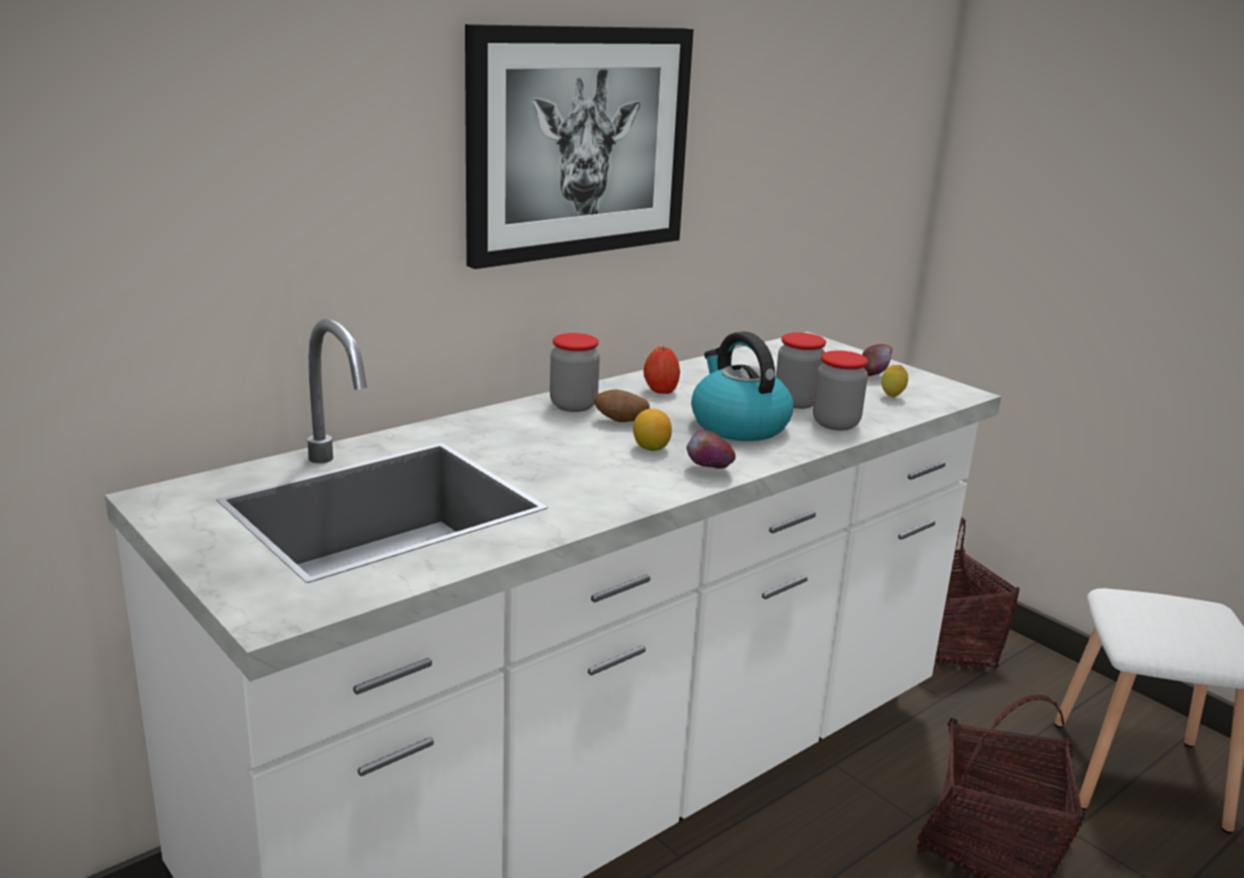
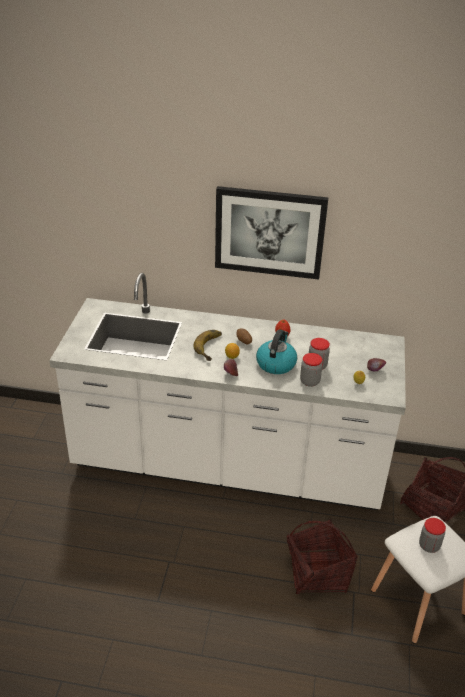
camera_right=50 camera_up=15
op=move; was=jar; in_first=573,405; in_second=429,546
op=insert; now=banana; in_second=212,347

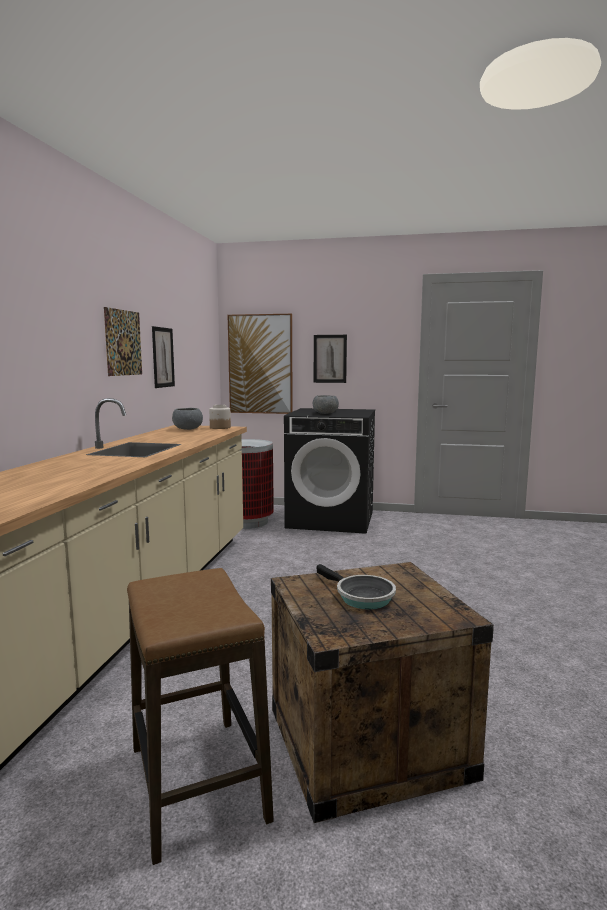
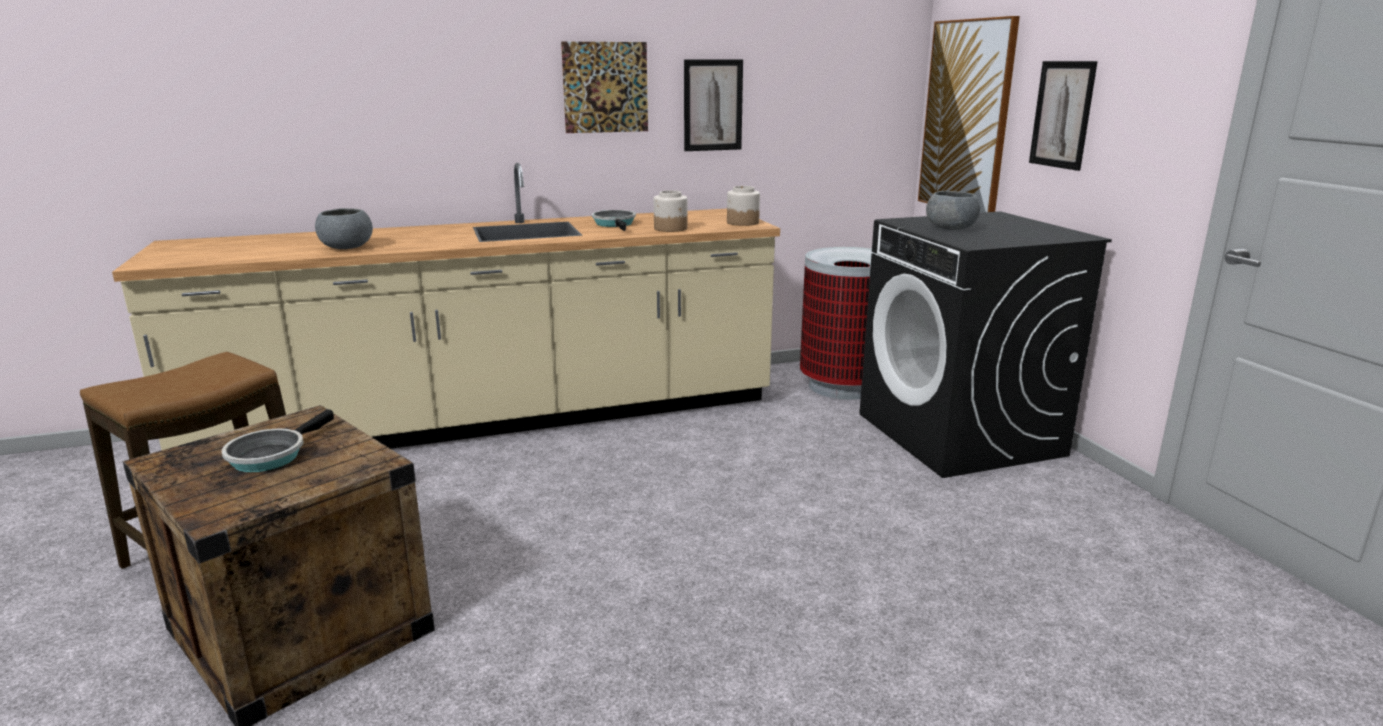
camera_right=60 camera_up=10
op=move; was=grey bowl; in_first=187,429; in_second=346,247
op=insert; now=jar; in_second=671,228
op=insert; now=frying pan; in_second=615,224

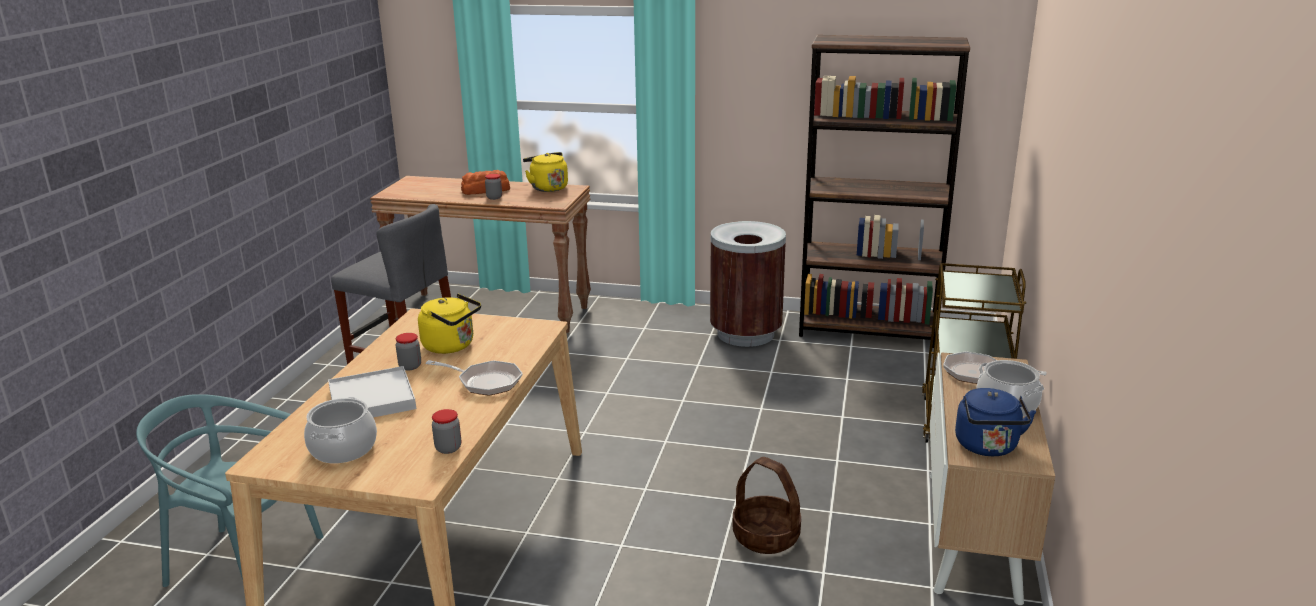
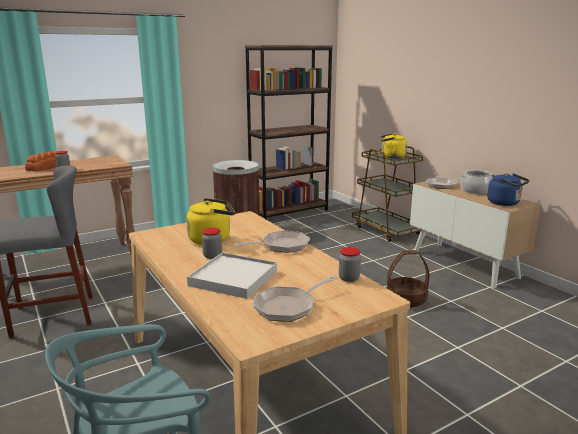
camera_right=-45 camera_up=-5
op=move; was=yellow kettle; in_first=547,188; in_second=391,157
op=replace; was=cooking pot; now=frying pan; in_first=343,449; in_second=289,306

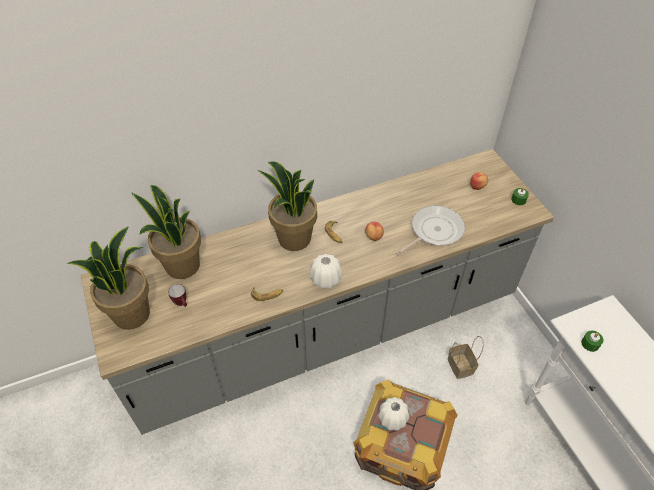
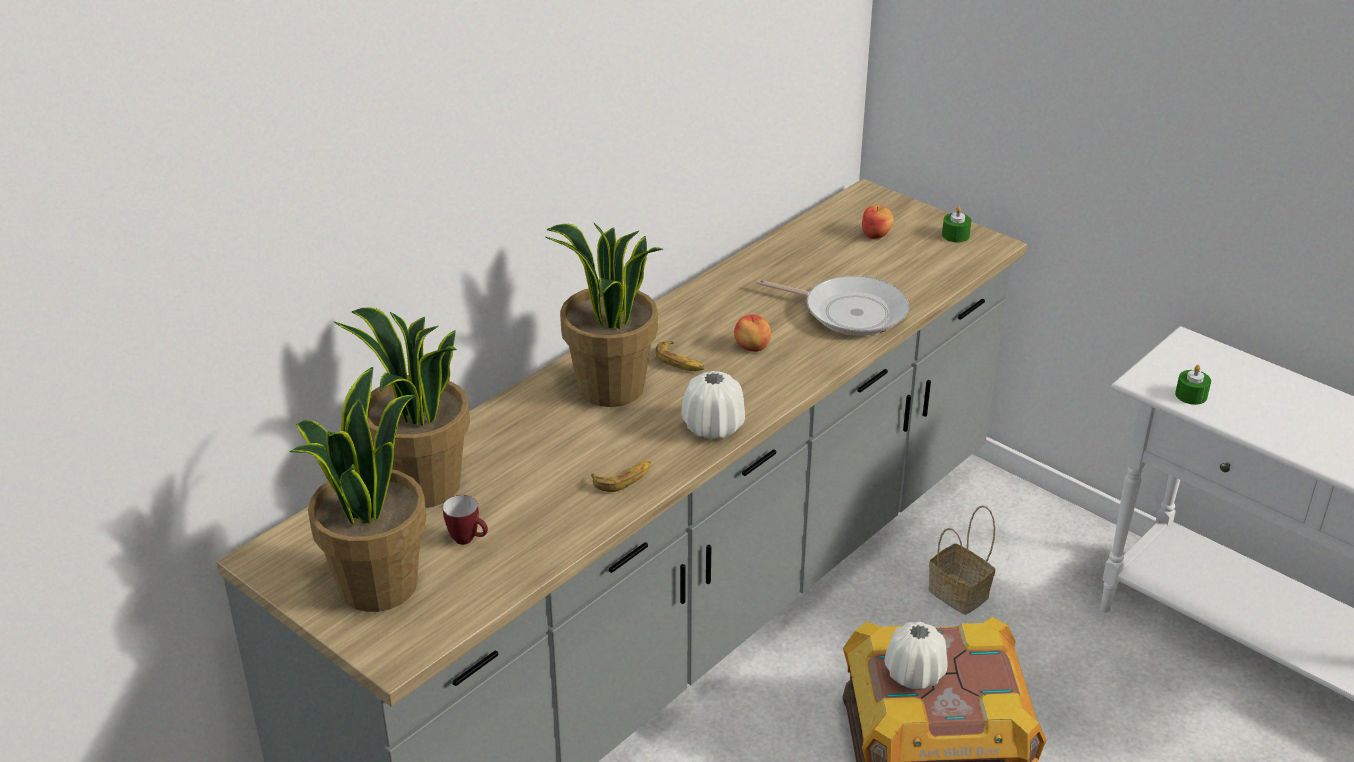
camera_right=-25 camera_up=-15
op=rotate; was=frying pan; in_first=434,231; in_second=849,311; clockwise=90

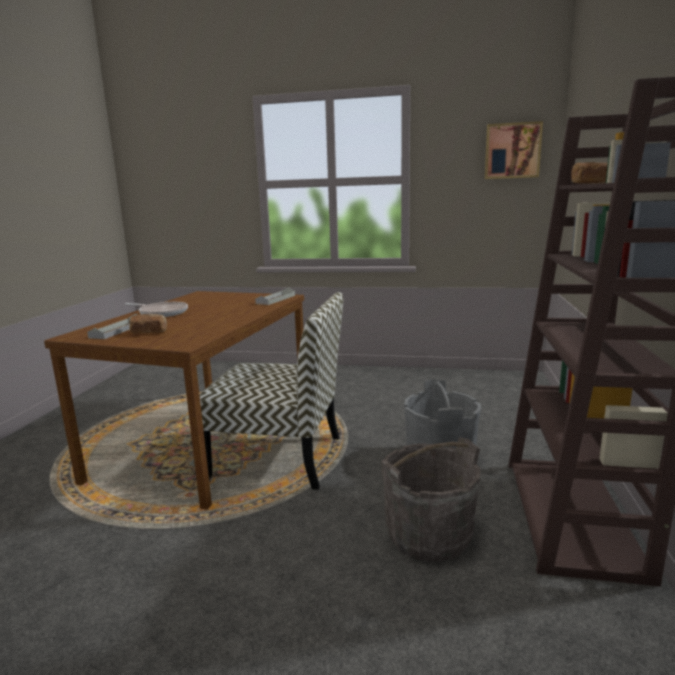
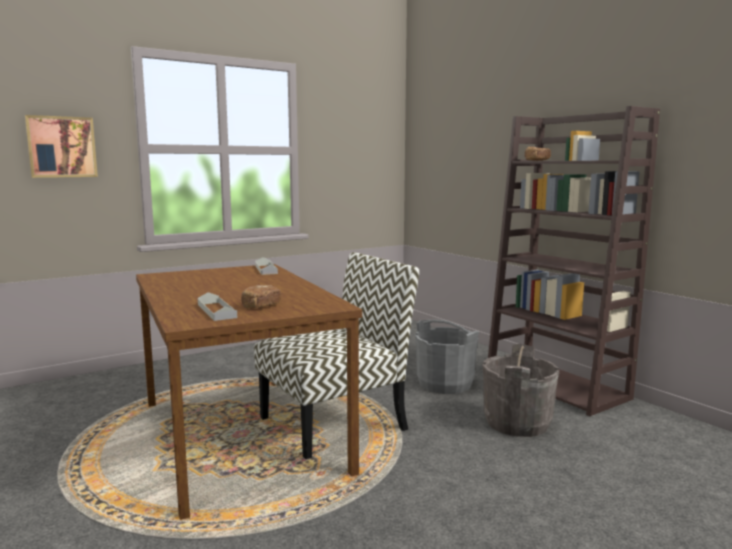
camera_right=-45 camera_up=-5
op=move; was=picture; in_first=512,151; in_second=61,147
op=delete; was=frying pan; in_first=161,313

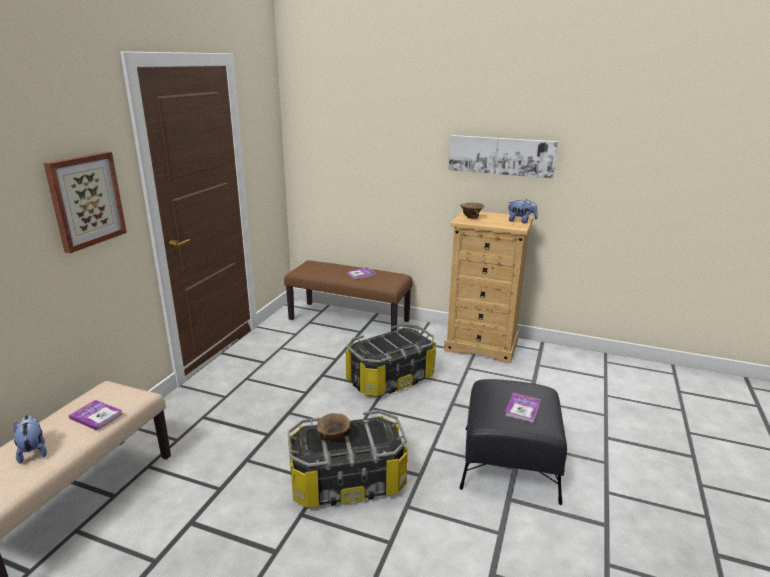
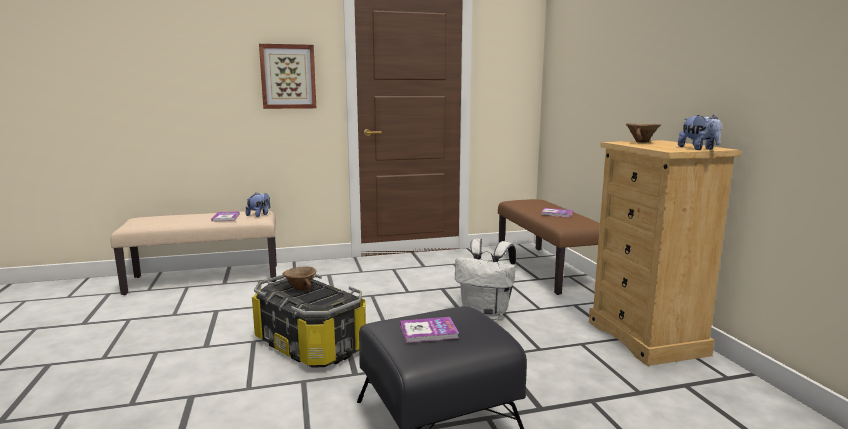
camera_right=55 camera_up=-10
op=delete; was=picture; in_first=501,156
op=replace; was=storage box; now=white backpack; in_first=390,378; in_second=486,314
op=move; was=plush toy; in_first=33,451; in_second=259,215

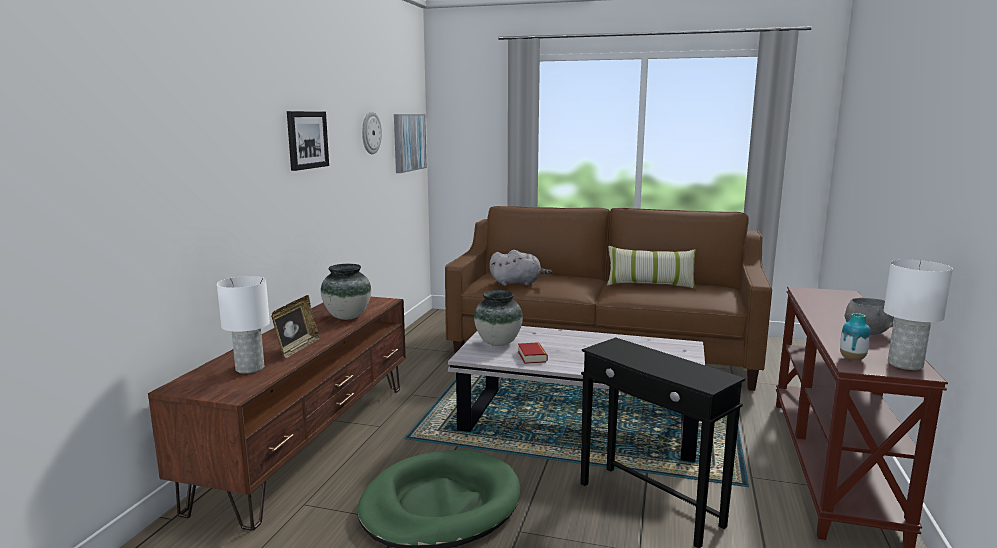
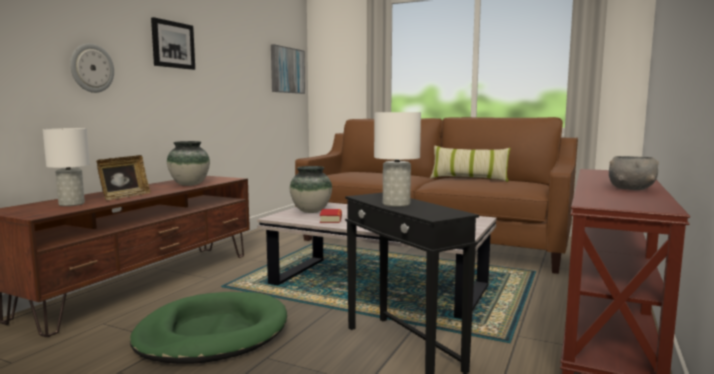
camera_right=10 camera_up=-5
op=move; was=wall clock; in_first=370,133; in_second=91,68
op=delete; was=grey plush toy; in_first=518,283
op=move; was=white table lamp; in_first=904,364; in_second=396,204
op=delete; was=vase; in_first=852,358

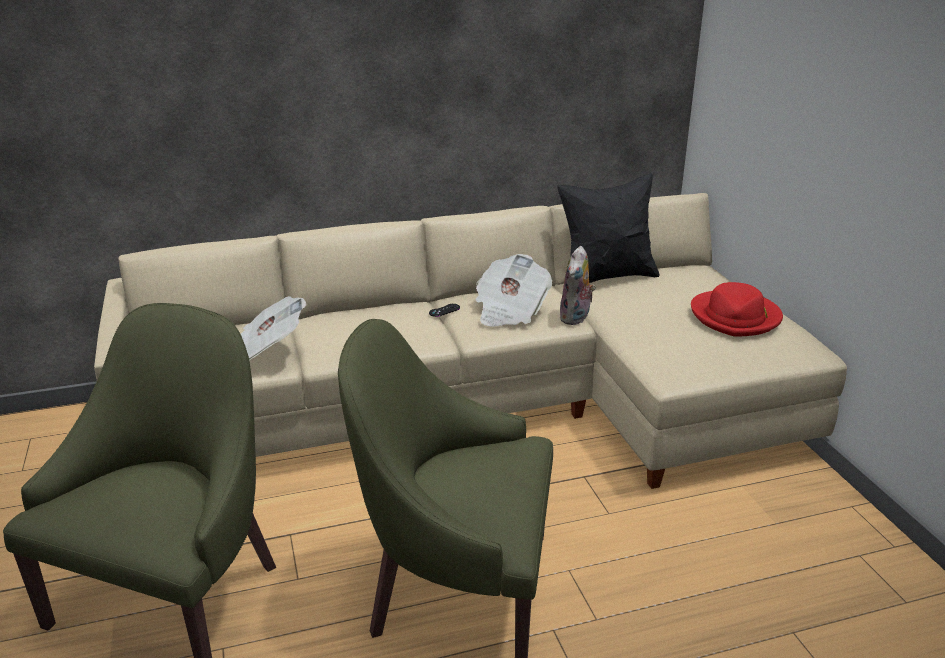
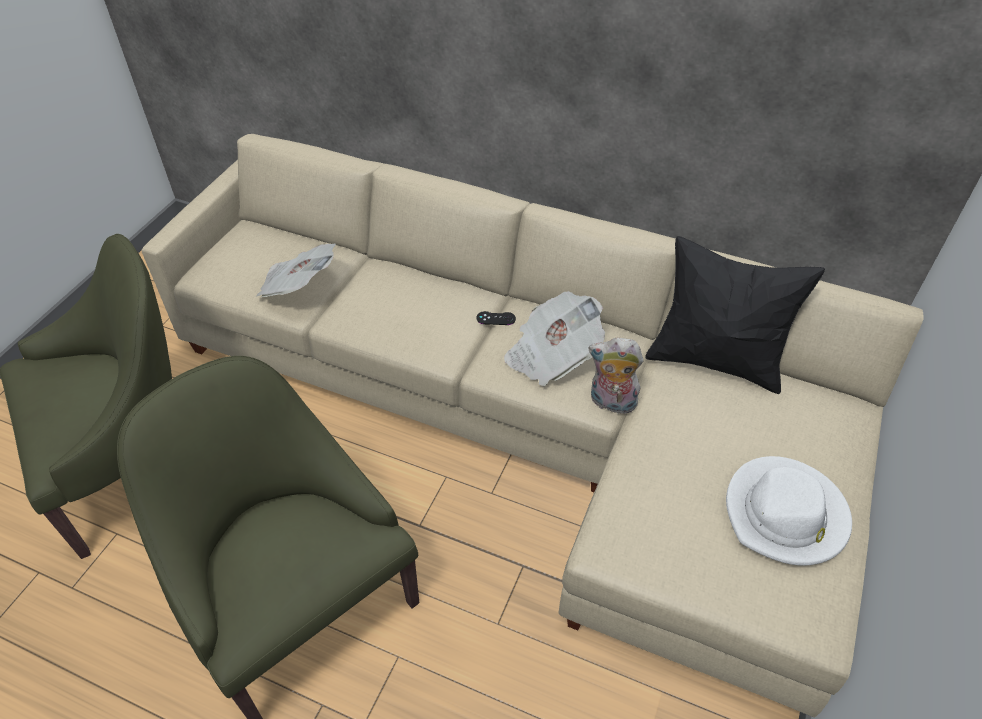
camera_right=40 camera_up=20
op=rotate; was=plush toy; in_first=576,318; in_second=611,403; clockwise=45
op=recolor; was=red hat; now=white hat; in_first=735,317; in_second=785,515

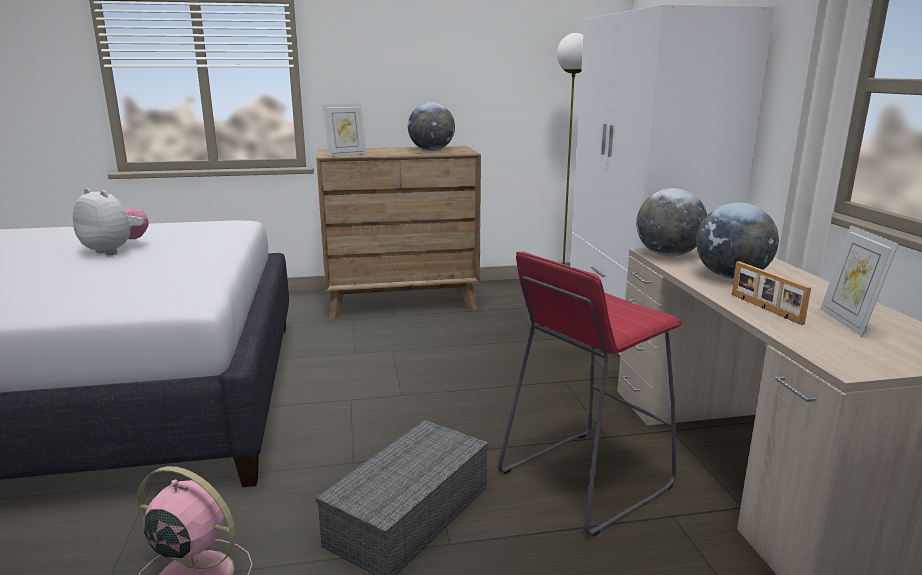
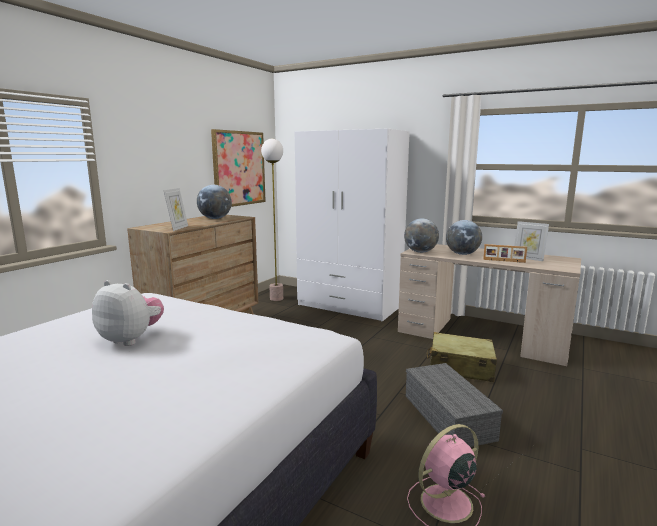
camera_right=-50 camera_up=-5
op=rotate; was=plush toy; in_first=115,251; in_second=131,339; clockwise=45
op=replace; was=red stool; now=beige suitcase; in_first=584,479; in_second=460,367
op=insert; now=picture; in_second=239,168

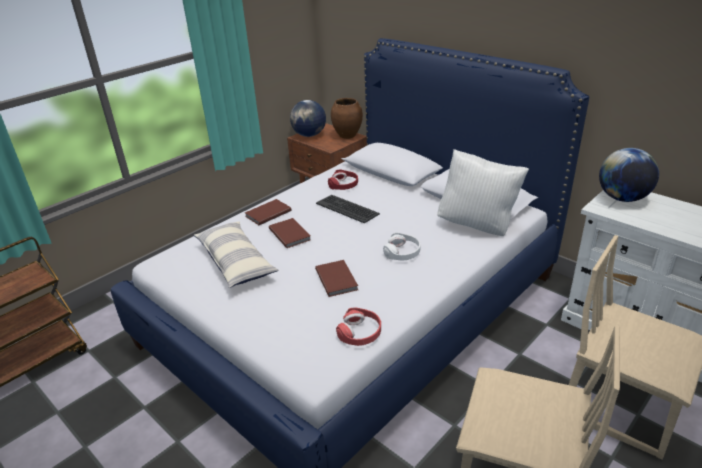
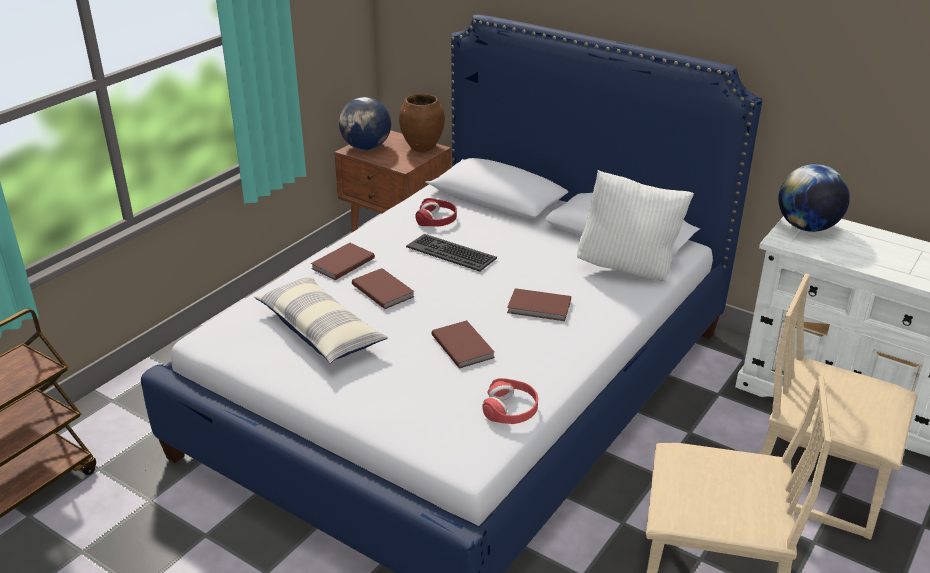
camera_right=-10 camera_up=0
op=replace; was=white headphones; now=brown book; in_first=402,252; in_second=539,307

